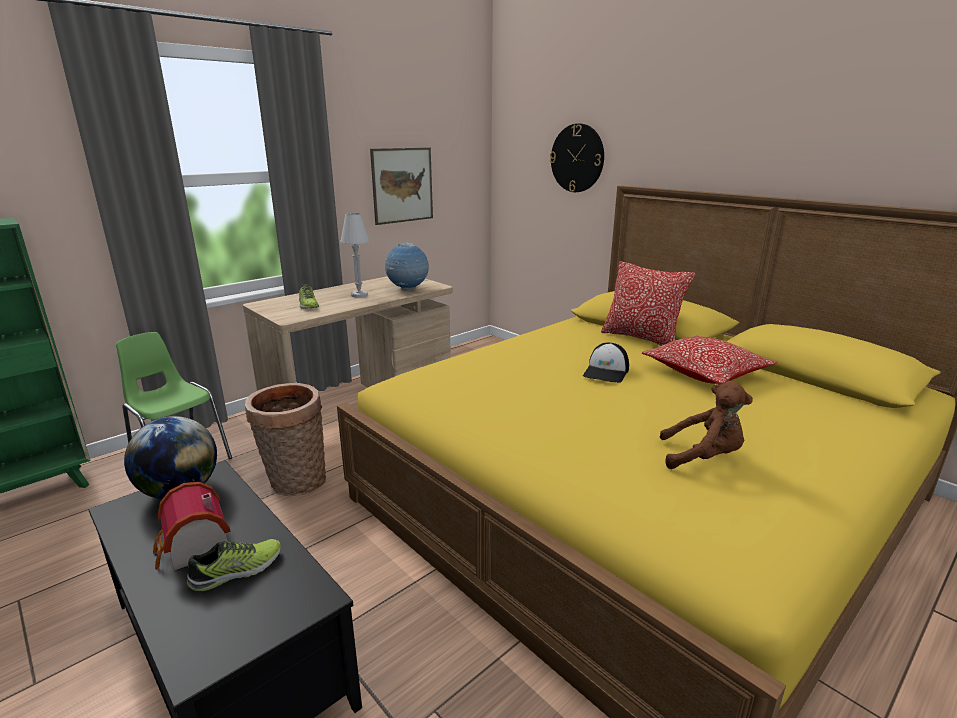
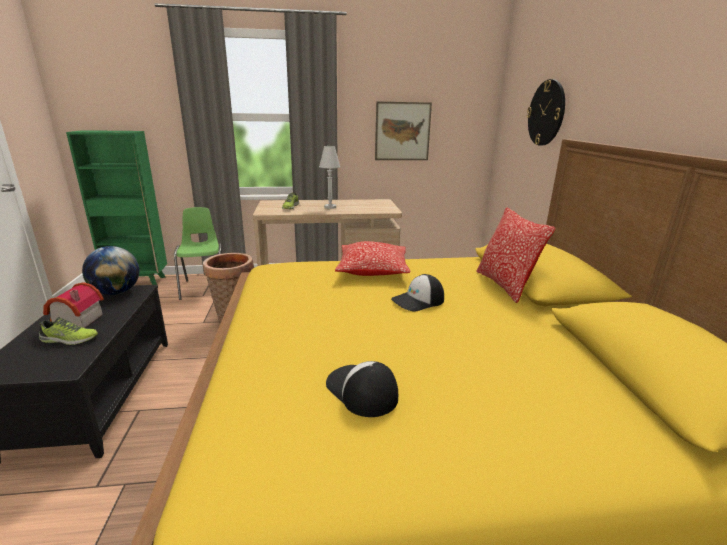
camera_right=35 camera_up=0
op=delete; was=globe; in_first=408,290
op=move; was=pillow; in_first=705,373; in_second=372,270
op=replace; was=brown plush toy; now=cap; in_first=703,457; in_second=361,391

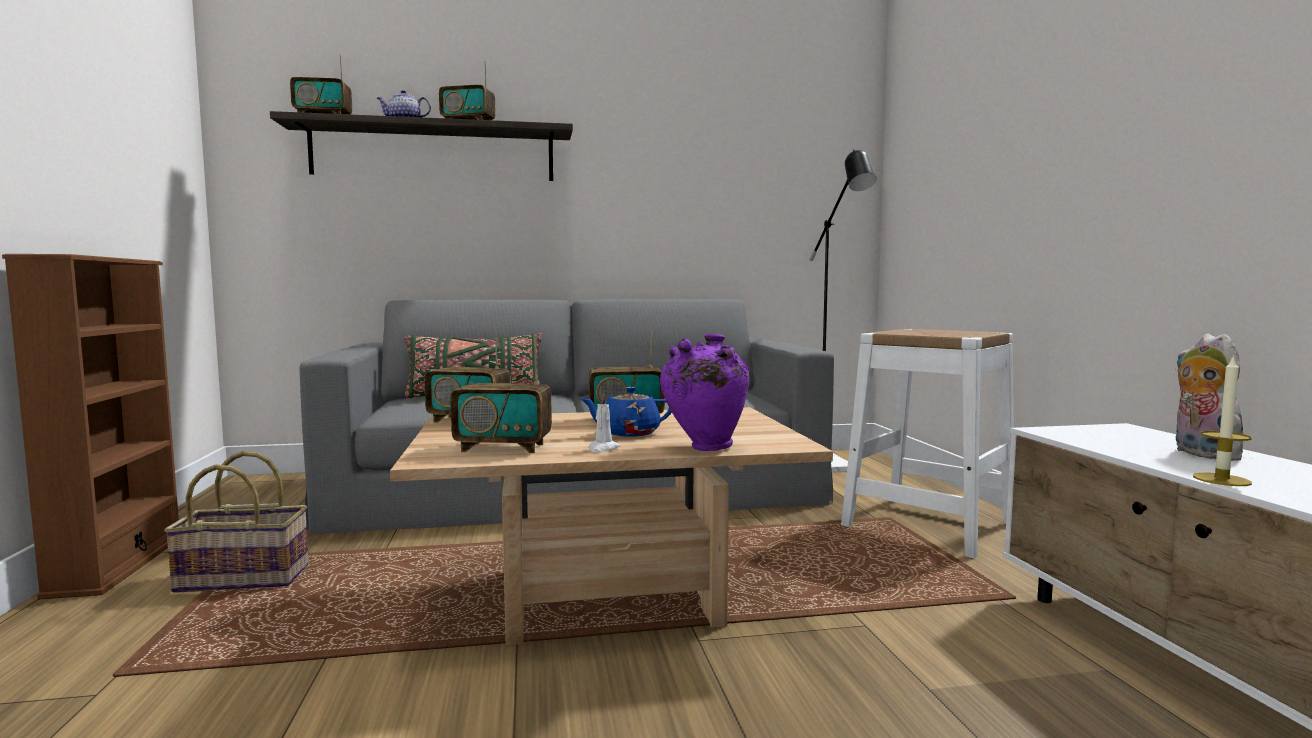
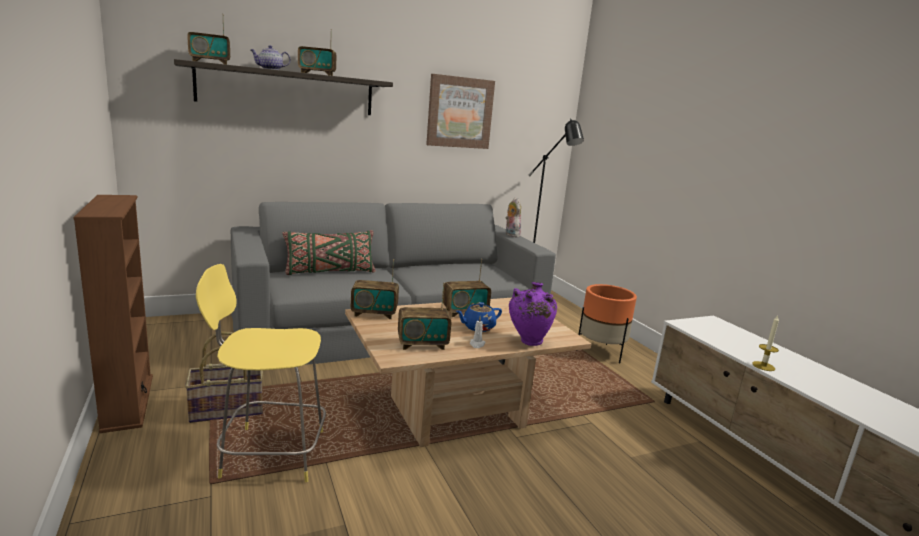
camera_right=-15 camera_up=10
op=replace; was=white stool; now=orange planter; in_first=928,524; in_second=600,352
op=move; was=plush toy; in_first=1200,453; in_second=511,235
op=insert; now=picture; in_second=459,112
op=insert; now=yellow stool; in_second=270,453

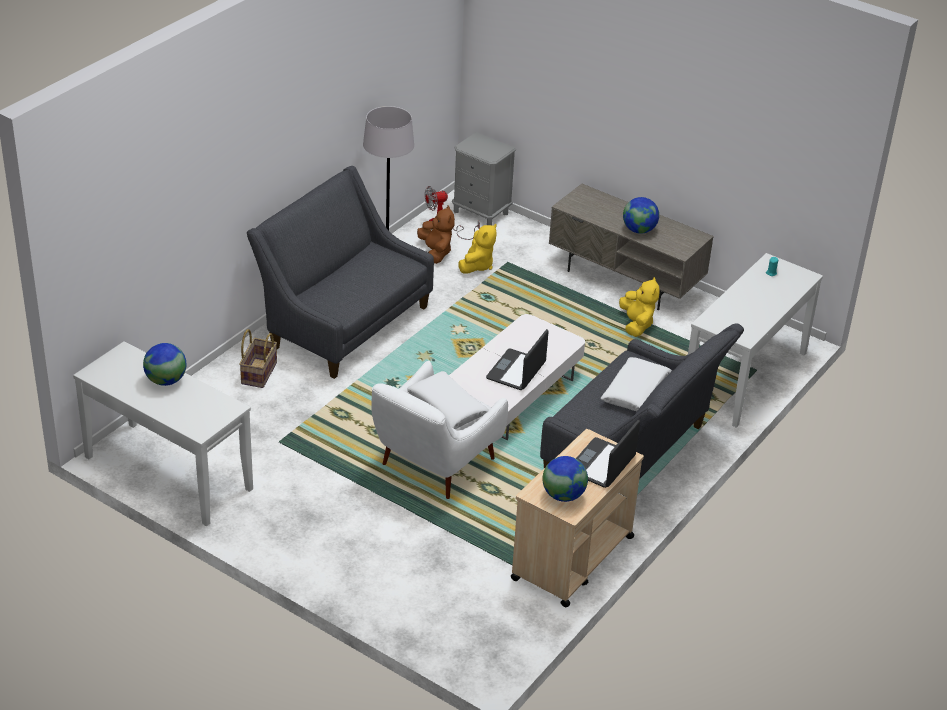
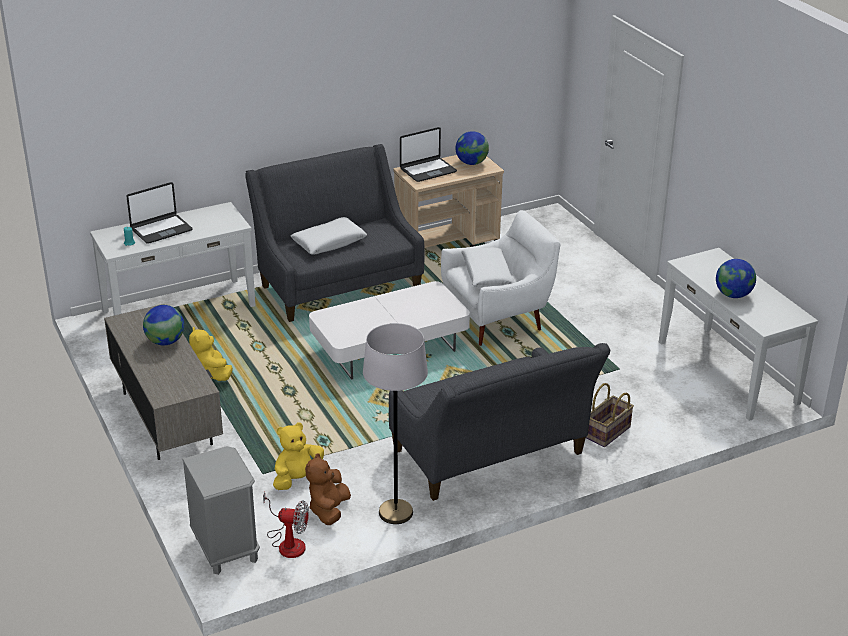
camera_right=-150 camera_up=-5
op=rotate; was=yellow plush toy; in_first=636,324; in_second=212,374; clockwise=-45
op=move; was=laptop; in_first=516,371; in_second=161,229

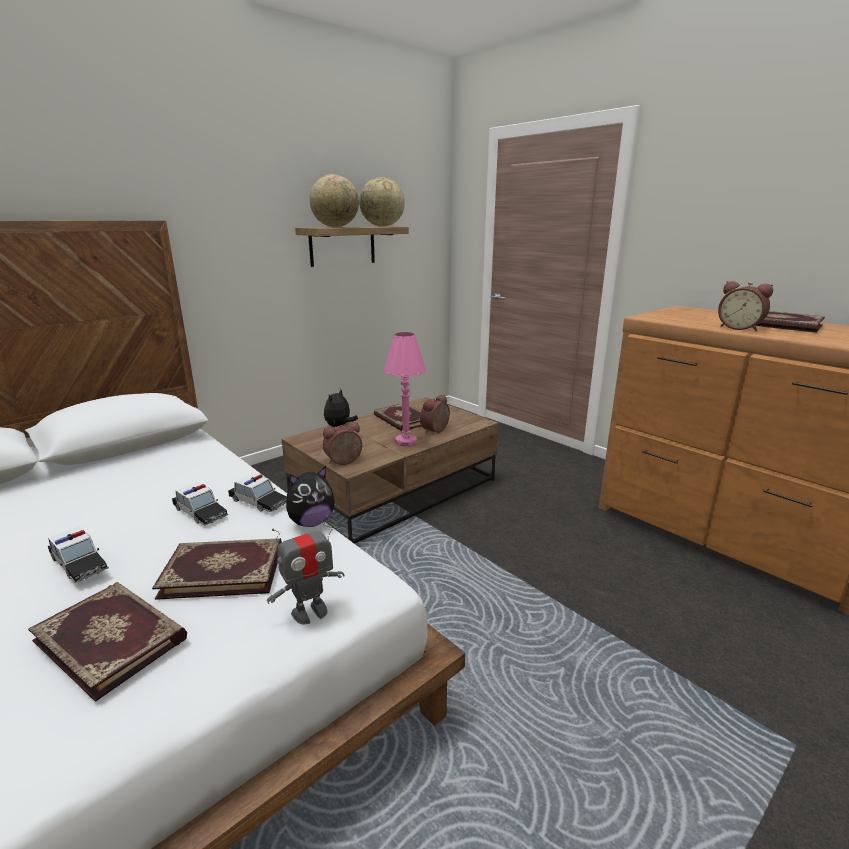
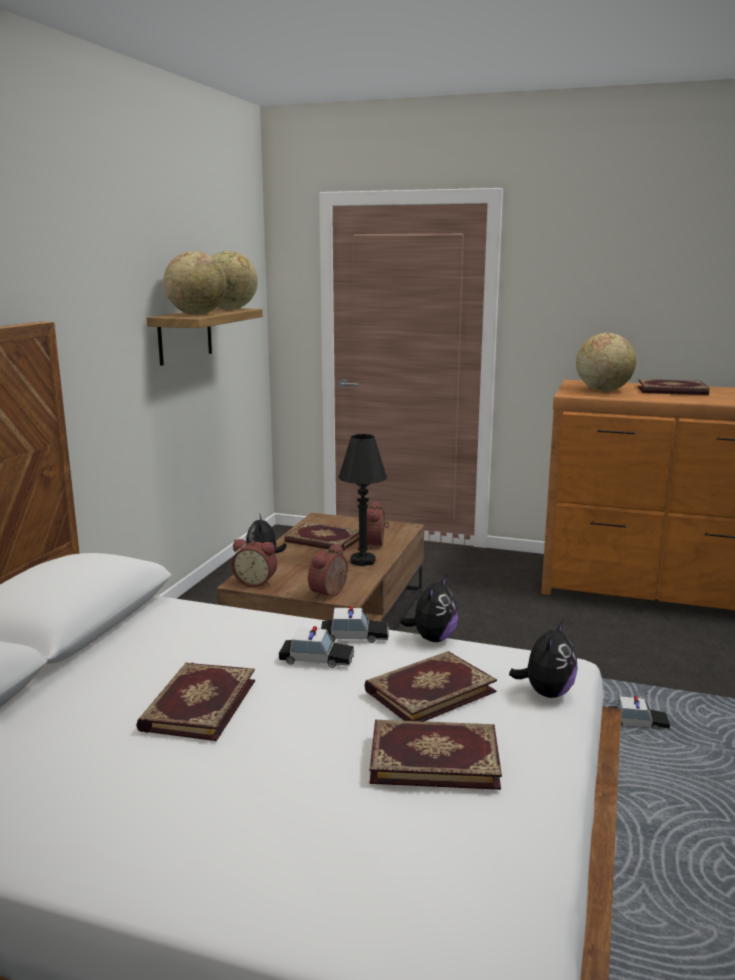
camera_right=-30 camera_up=-5
op=move; was=alarm clock; in_first=739,328; in_second=256,582
op=recolor; was=pink table lamp; now=black table lamp; in_first=405,442; in_second=363,561
op=replace; was=toy robot; now=plush toy; in_first=310,612; in_second=546,693
op=move; was=toy car; in_first=79,564; in_second=638,723
op=insert; now=globe; in_second=603,390
op=insert; now=book; in_second=197,704

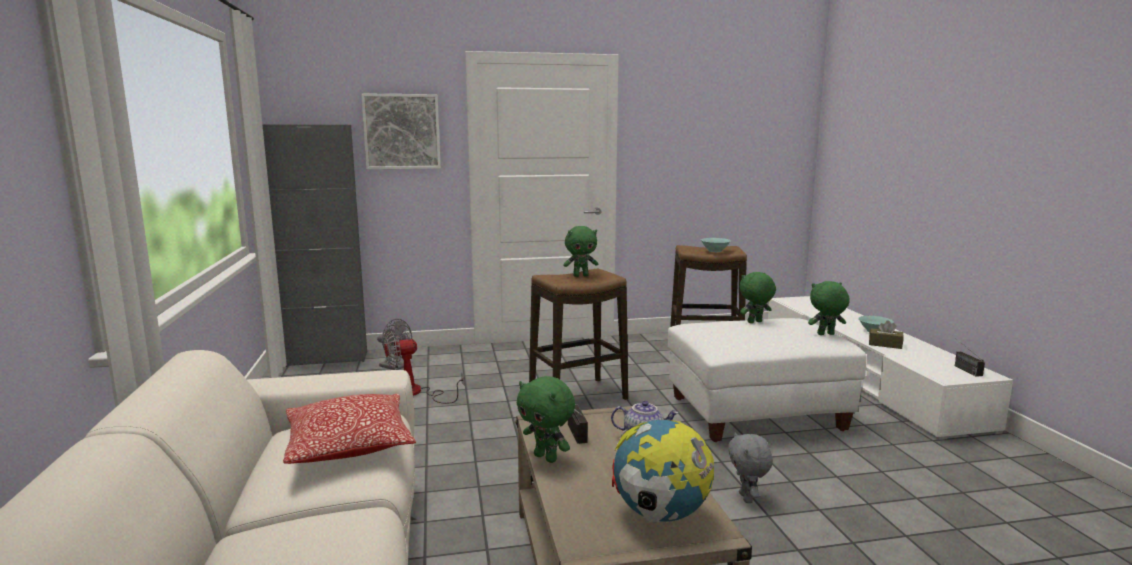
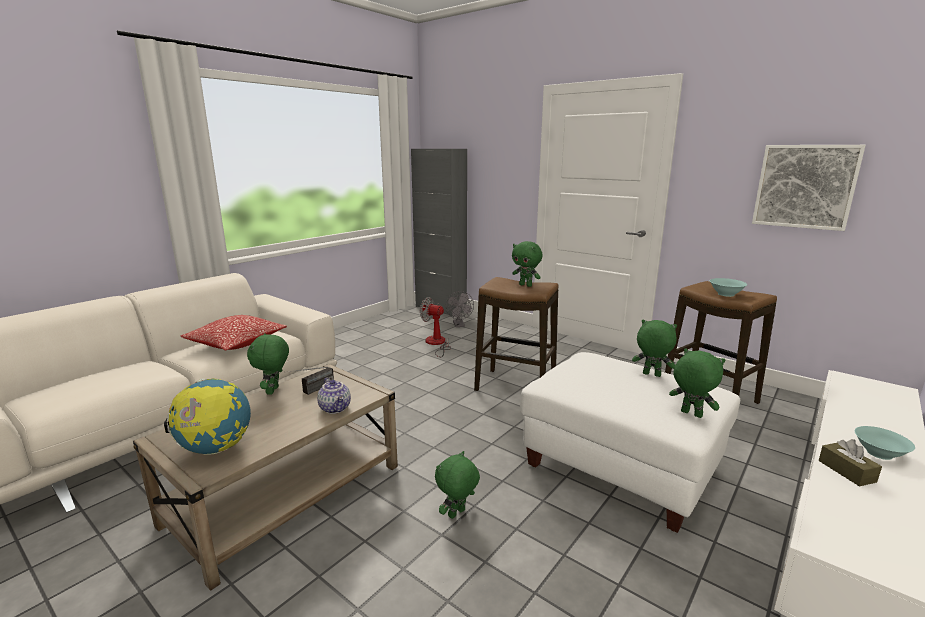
camera_right=50 camera_up=5
op=move; was=picture; in_first=402,131; in_second=805,186
op=delete; was=radio; in_first=961,368
op=recolor; was=grey plush toy; now=green plush toy; in_first=747,498; in_second=457,514

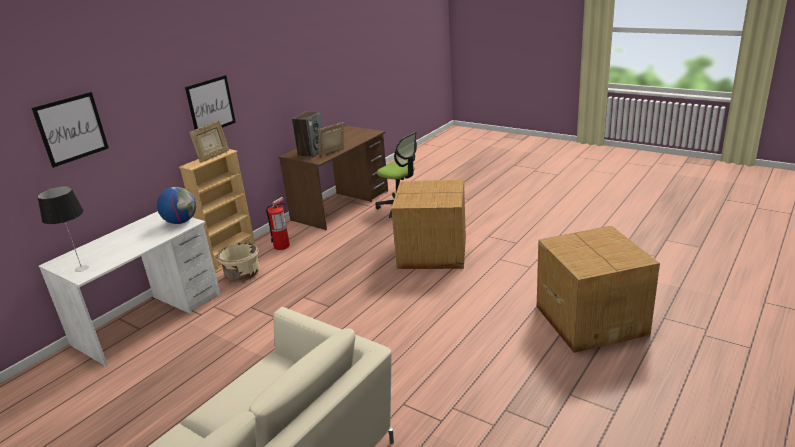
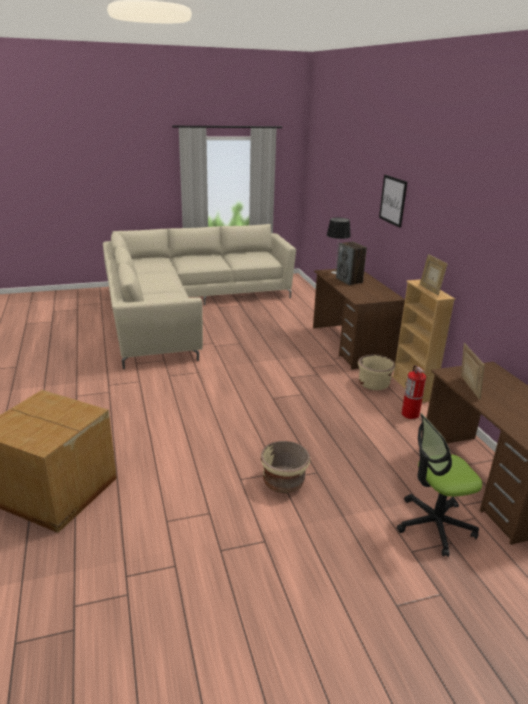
camera_right=125 camera_up=0
op=delete; was=picture; in_first=210,105
op=move; was=speaker; in_first=311,152; in_second=349,280
op=replace; was=cardboard box; now=beige planter; in_first=433,252; in_second=283,482
op=delete; was=globe; in_first=181,222
op=recolor; was=white desk; now=brown desk; in_first=149,319; in_second=351,345

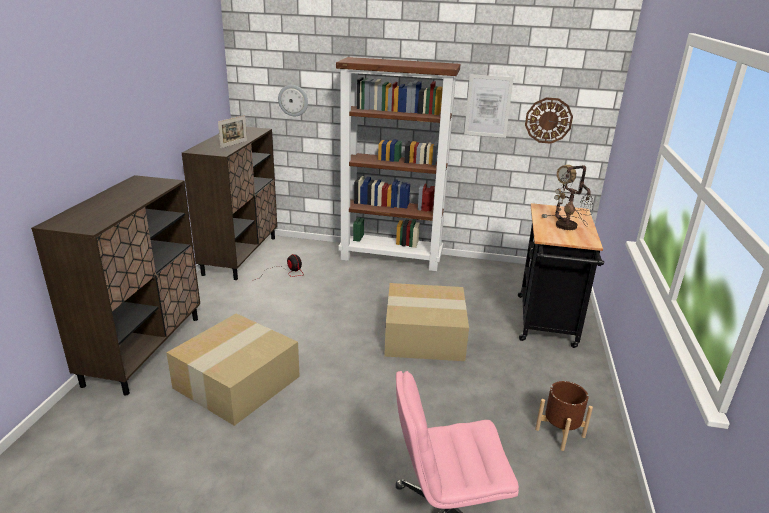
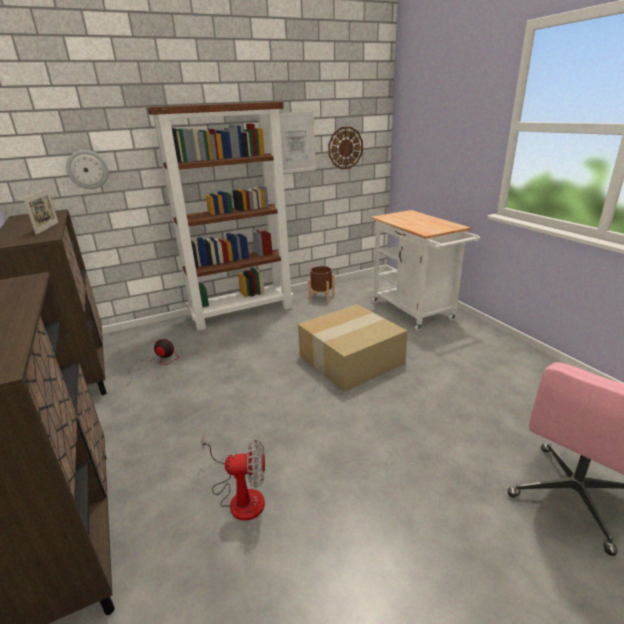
camera_right=-35 camera_up=0
op=delete; was=table lamp; in_first=566,227
op=recolor; was=black cart; now=white cart; in_first=546,324; in_second=415,312
op=replace; was=cardboard box; now=fan; in_first=237,381; in_second=240,496
op=move; was=brown planter; in_first=559,433; in_second=321,298

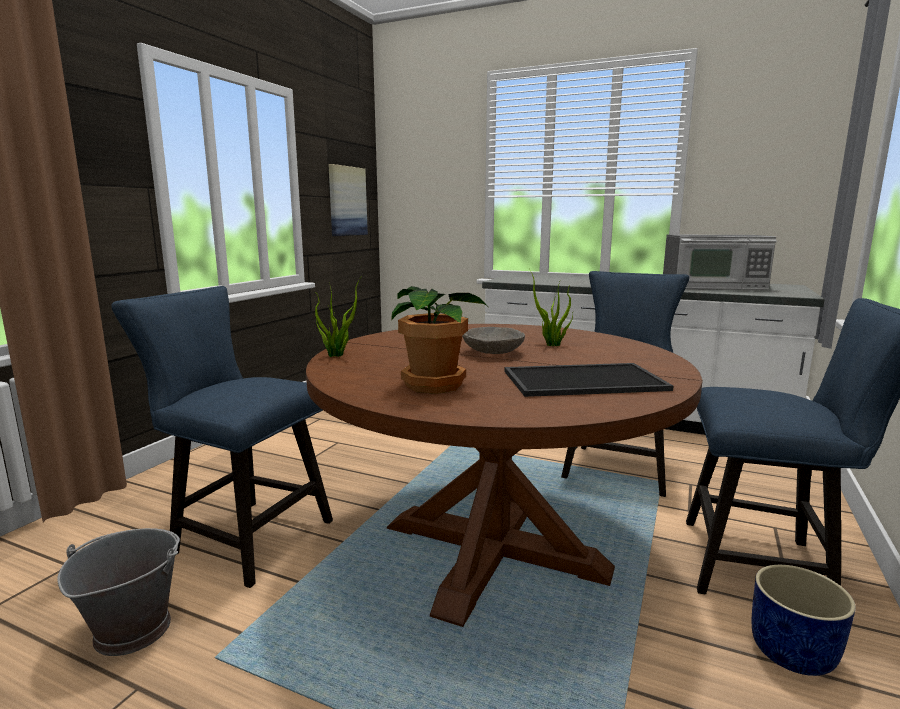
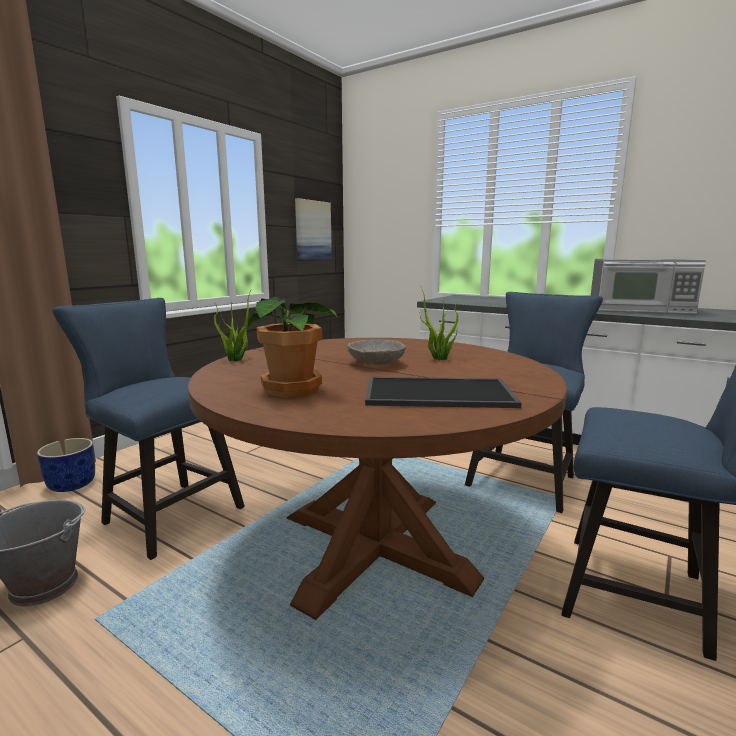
camera_right=10 camera_up=0
op=move; was=blue planter; in_first=794,653; in_second=72,485

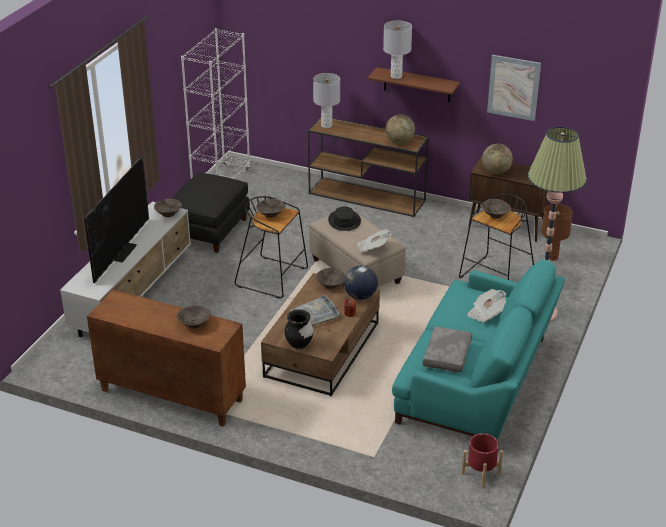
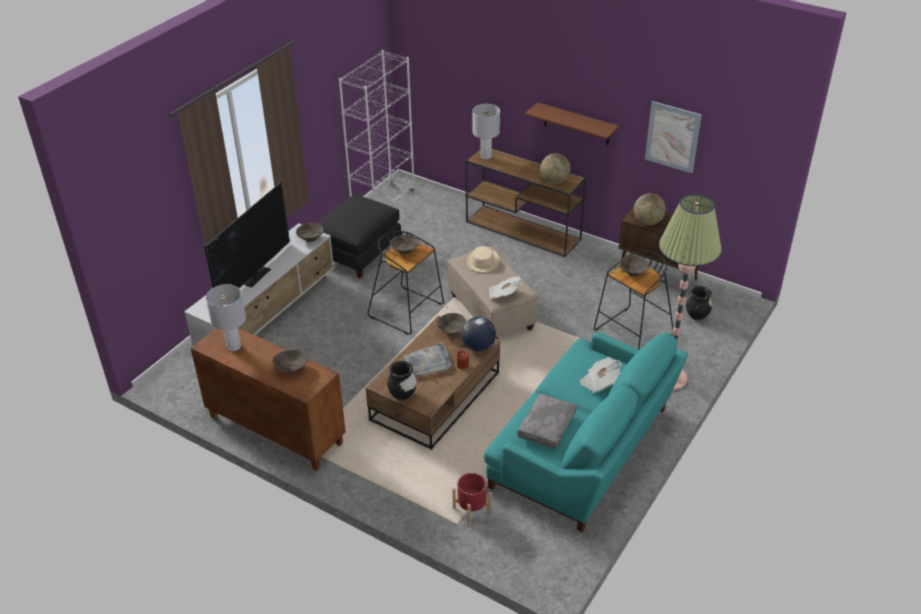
camera_right=10 camera_up=5
op=move; was=grey table lamp; in_first=396,76; in_second=233,346
op=replace; was=brown table lamp; now=black vase; in_first=552,257; in_second=697,316
op=recolor; was=black hat; now=beige hat; in_first=344,221; in_second=483,261
op=move; was=red planter; in_first=481,473; in_second=472,510

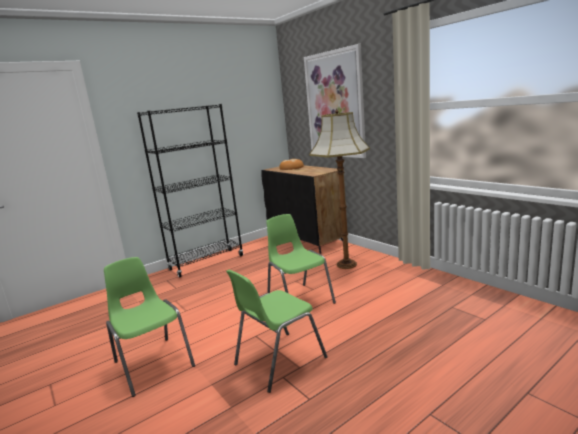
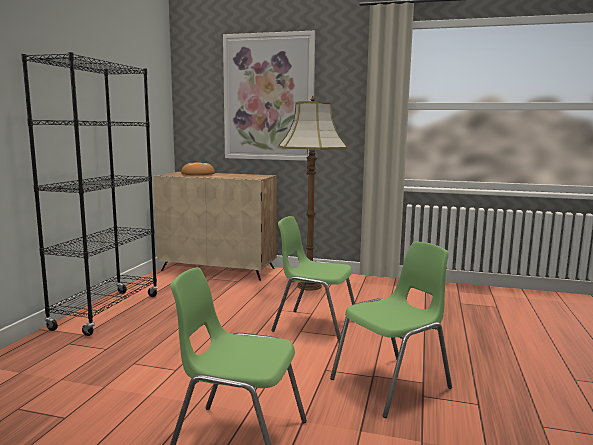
camera_right=-40 camera_up=-5
op=recolor; was=black cabinet; now=beige cabinet; in_first=307,239; in_second=219,269
op=rotate; was=green chair; in_first=278,361; in_second=393,384; clockwise=-135

